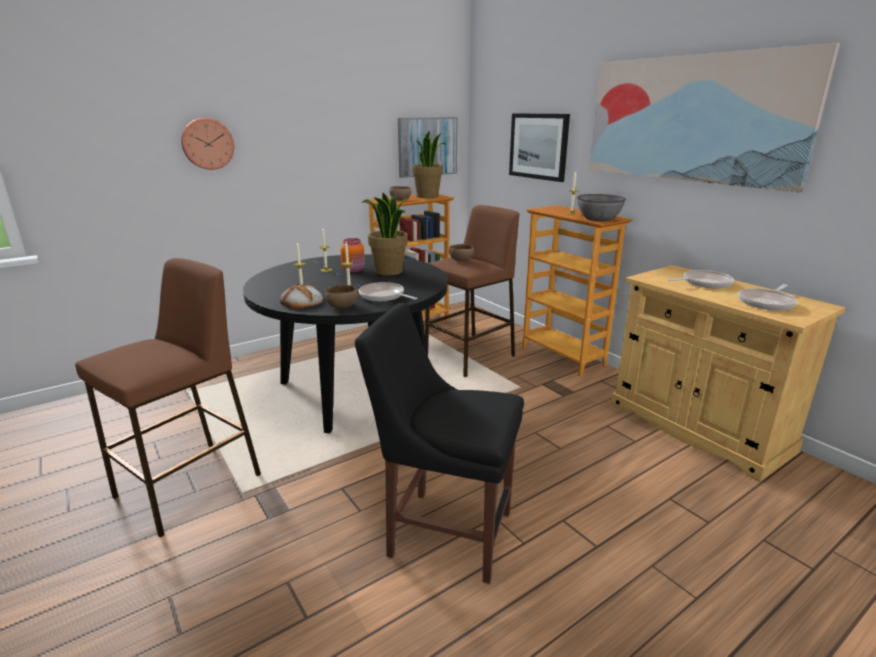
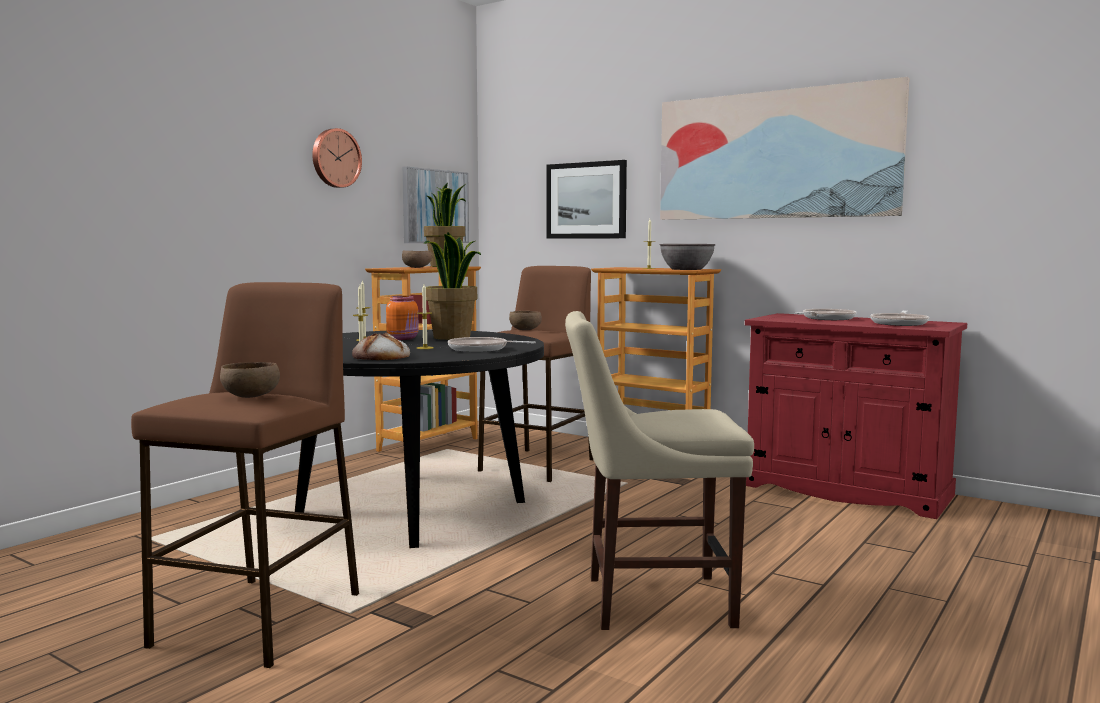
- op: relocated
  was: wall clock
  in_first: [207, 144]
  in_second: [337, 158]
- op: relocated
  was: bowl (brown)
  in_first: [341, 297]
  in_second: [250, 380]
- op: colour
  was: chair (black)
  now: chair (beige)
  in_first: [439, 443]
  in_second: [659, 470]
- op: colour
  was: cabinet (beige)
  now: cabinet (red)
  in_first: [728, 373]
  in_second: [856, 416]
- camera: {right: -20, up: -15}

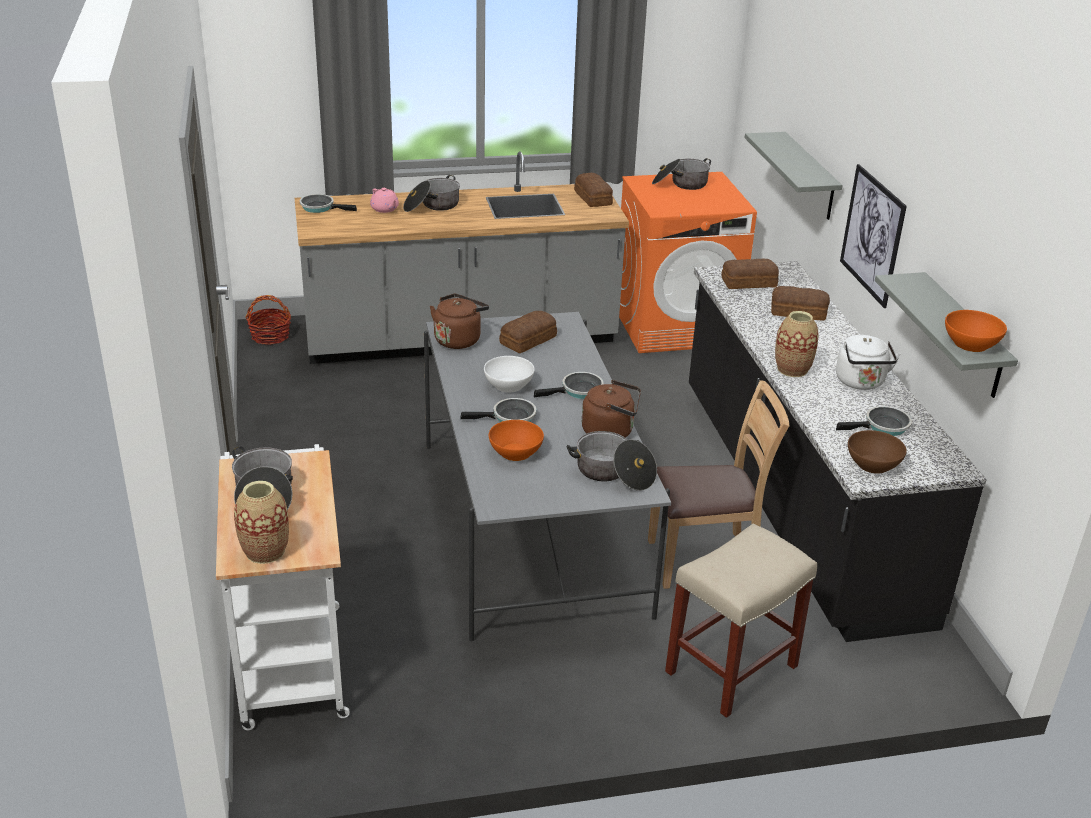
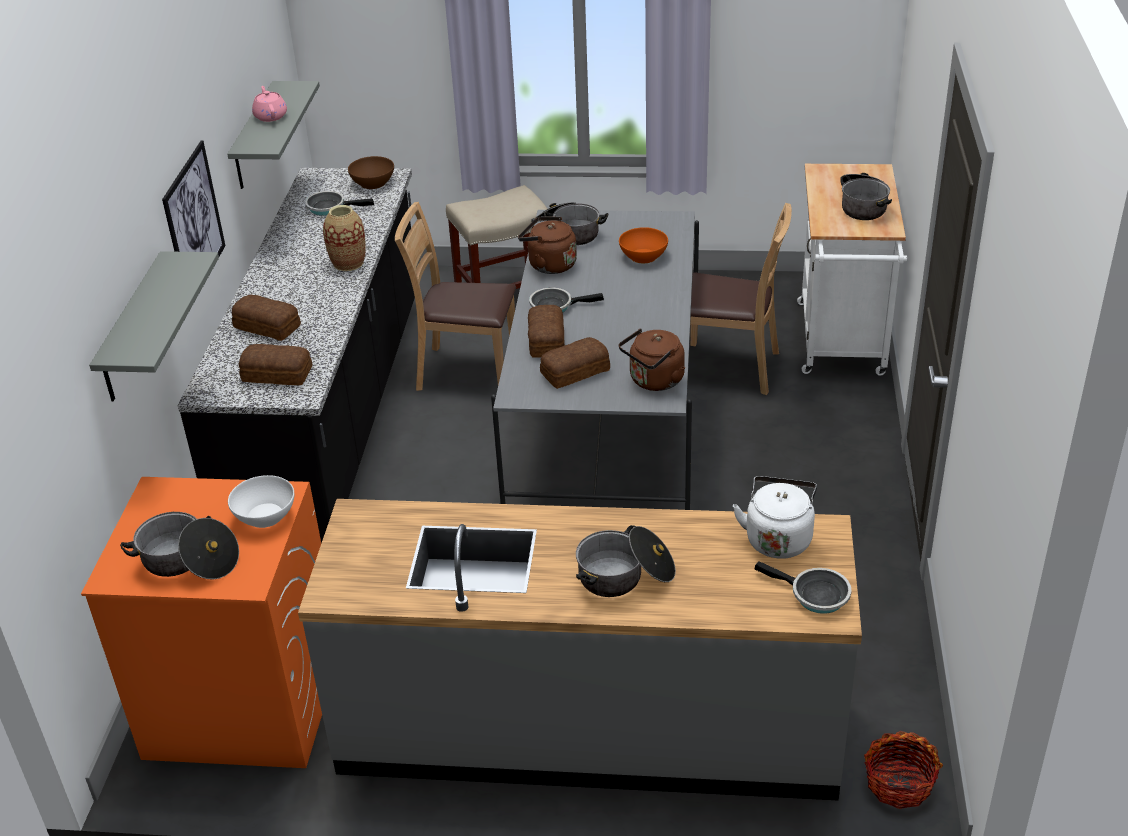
- op: missing
  was: vase
  in_first: [261, 522]
- op: relocated
  was: teapot (pink)
  in_first: [384, 200]
  in_second: [269, 104]
- op: missing
  was: frying pan
  in_first: [498, 410]
- op: relocated
  was: bowl (white)
  in_first: [509, 374]
  in_second: [261, 501]
- op: relocated
  was: bread
  in_first: [593, 190]
  in_second: [546, 331]
- op: relocated
  was: kettle (white)
  in_first: [868, 362]
  in_second: [775, 517]
- op: missing
  was: bowl (orange)
  in_first: [976, 331]
- op: appeared
  now: chair (brown)
  in_second: [741, 299]
- camera: {right: -160, up: 5}

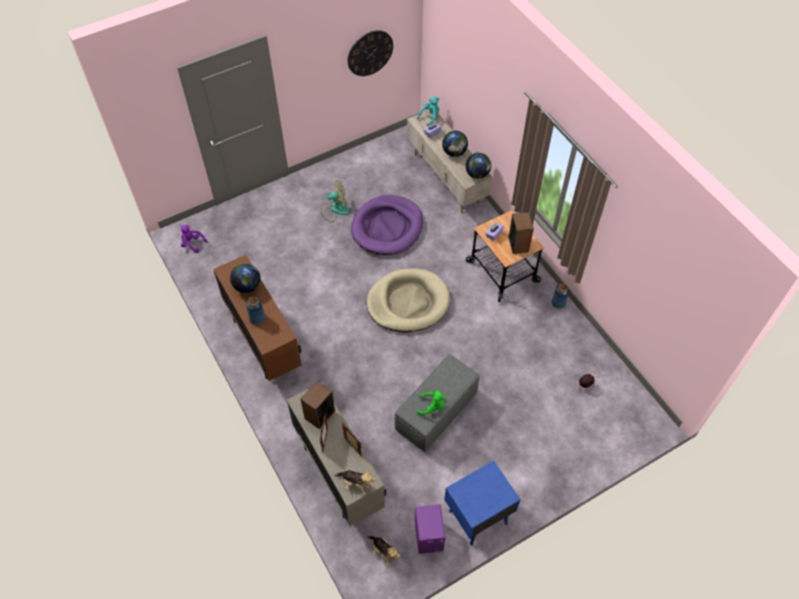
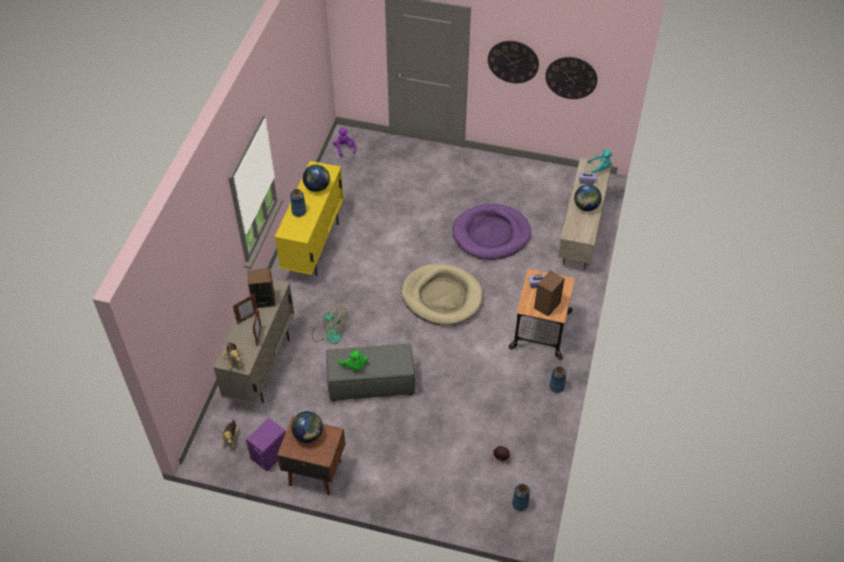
- op: colour
  was: cabinet (brown)
  now: cabinet (yellow)
  in_first: [257, 318]
  in_second: [309, 218]
- op: relocated
  was: fan
  in_first: [335, 201]
  in_second: [330, 325]
- op: colour
  was: nightstand (blue)
  now: nightstand (brown)
  in_first: [482, 503]
  in_second: [311, 456]
- op: relocated
  was: globe
  in_first: [478, 166]
  in_second: [307, 427]
- op: appeared
  now: wall clock
  in_second: [513, 62]
- op: appeared
  now: vase (blue)
  in_second: [521, 497]
- camera: {right: 45, up: -5}

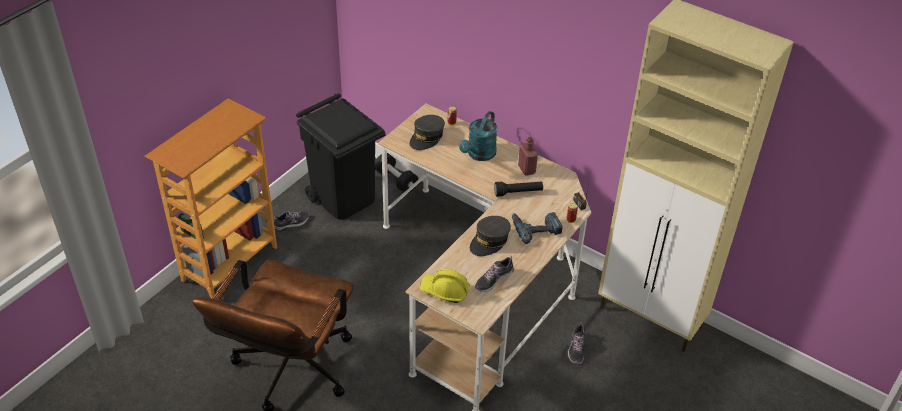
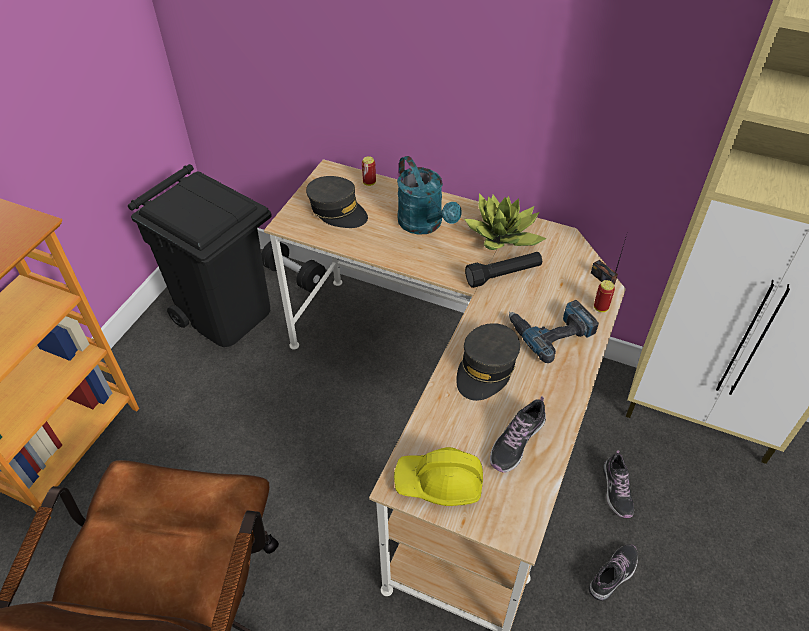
- op: relocated
  was: shoe
  in_first: [291, 221]
  in_second: [613, 572]
- op: spun
  was: cap (grey)
  in_first: [427, 132]
  in_second: [337, 202]
  clockwise: -75
- op: spun
  was: watering can (turquoise)
  in_first: [478, 136]
  in_second: [429, 195]
  clockwise: -45
- op: exchanged
  was: bottle (red)
  now: potted plant
  in_first: [528, 156]
  in_second: [505, 221]
- camera: {right: -10, up: 5}

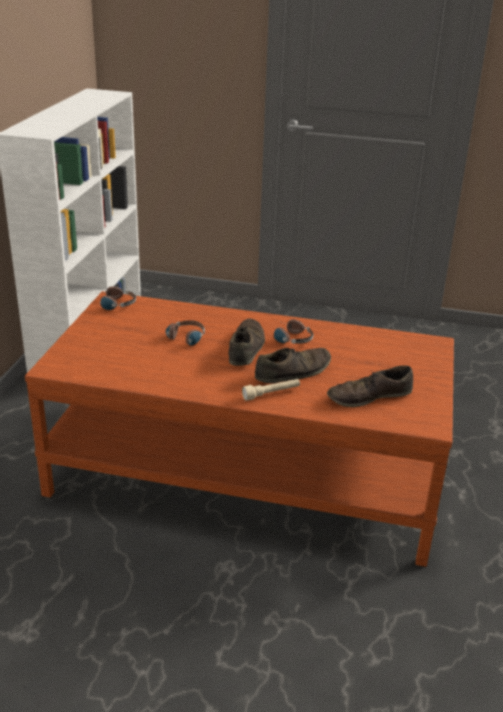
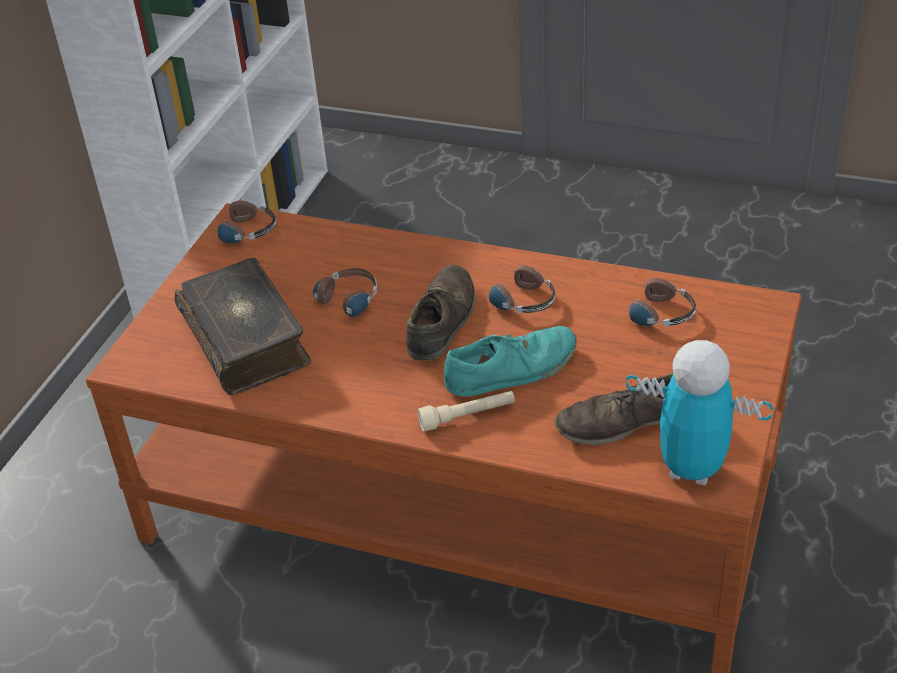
- op: colour
  was: shoe (brown)
  now: shoe (turquoise)
  in_first: [293, 365]
  in_second: [510, 361]
- op: appeared
  now: book
  in_second: [243, 326]
- op: appeared
  now: headphones
  in_second: [658, 302]
- op: appeared
  now: toy robot
  in_second: [699, 413]
- camera: {right: 10, up: 10}

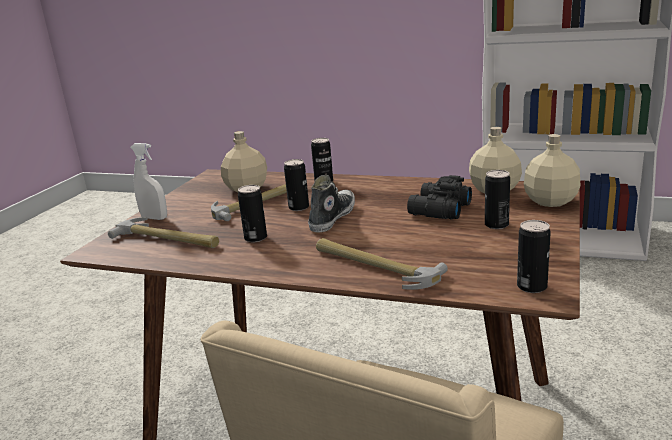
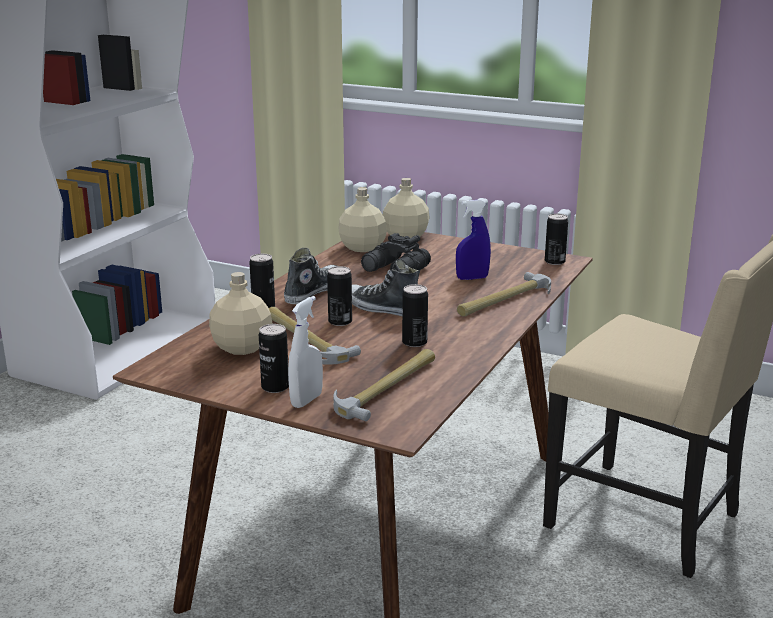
- op: relocated
  was: can
  in_first: [497, 199]
  in_second: [274, 358]
- op: appeared
  now: shoe
  in_second: [310, 276]
- op: appeared
  now: spray bottle (blue)
  in_second: [473, 240]
- camera: {right: -85, up: 0}

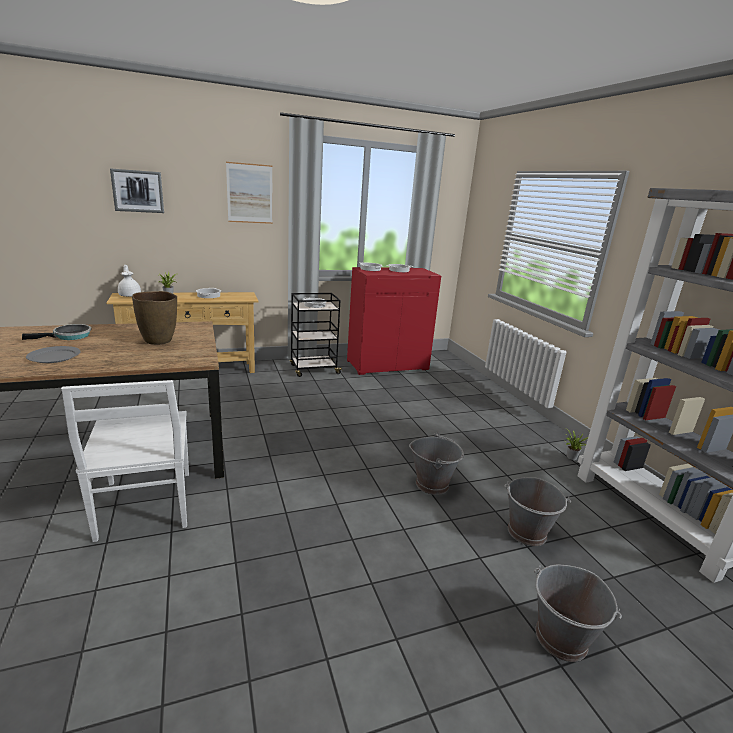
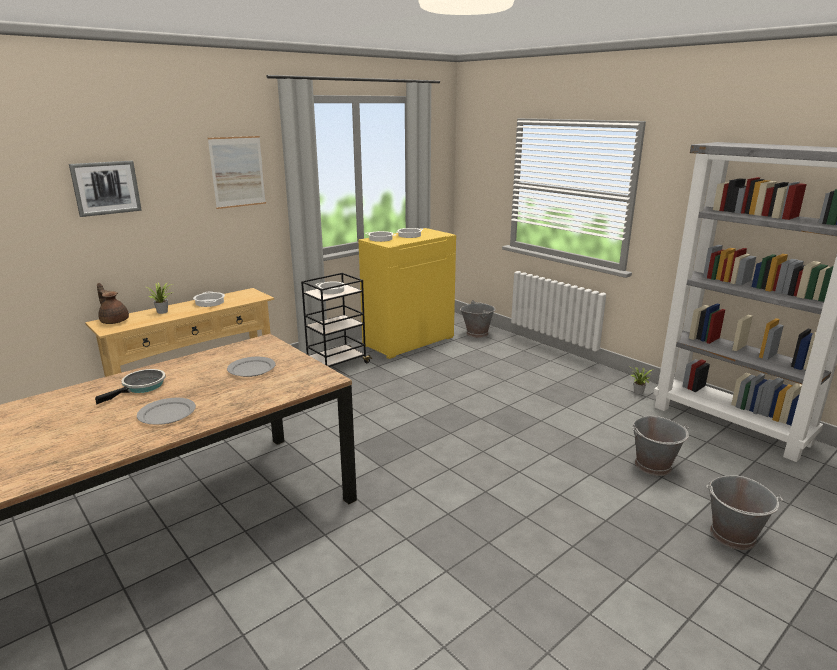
- op: missing
  was: chair (white)
  in_first: [125, 461]
- op: colour
  was: teapot (white)
  now: teapot (brown)
  in_first: [129, 281]
  in_second: [113, 303]
- op: exchanged
  was: vase (brown)
  now: plate (grey)
  in_first: [154, 318]
  in_second: [251, 367]
- op: colour
  was: cabinet (red)
  now: cabinet (yellow)
  in_first: [394, 321]
  in_second: [407, 293]
- op: relocated
  was: bucket (grey)
  in_first: [436, 463]
  in_second: [478, 319]
- camera: {right: -20, up: 0}

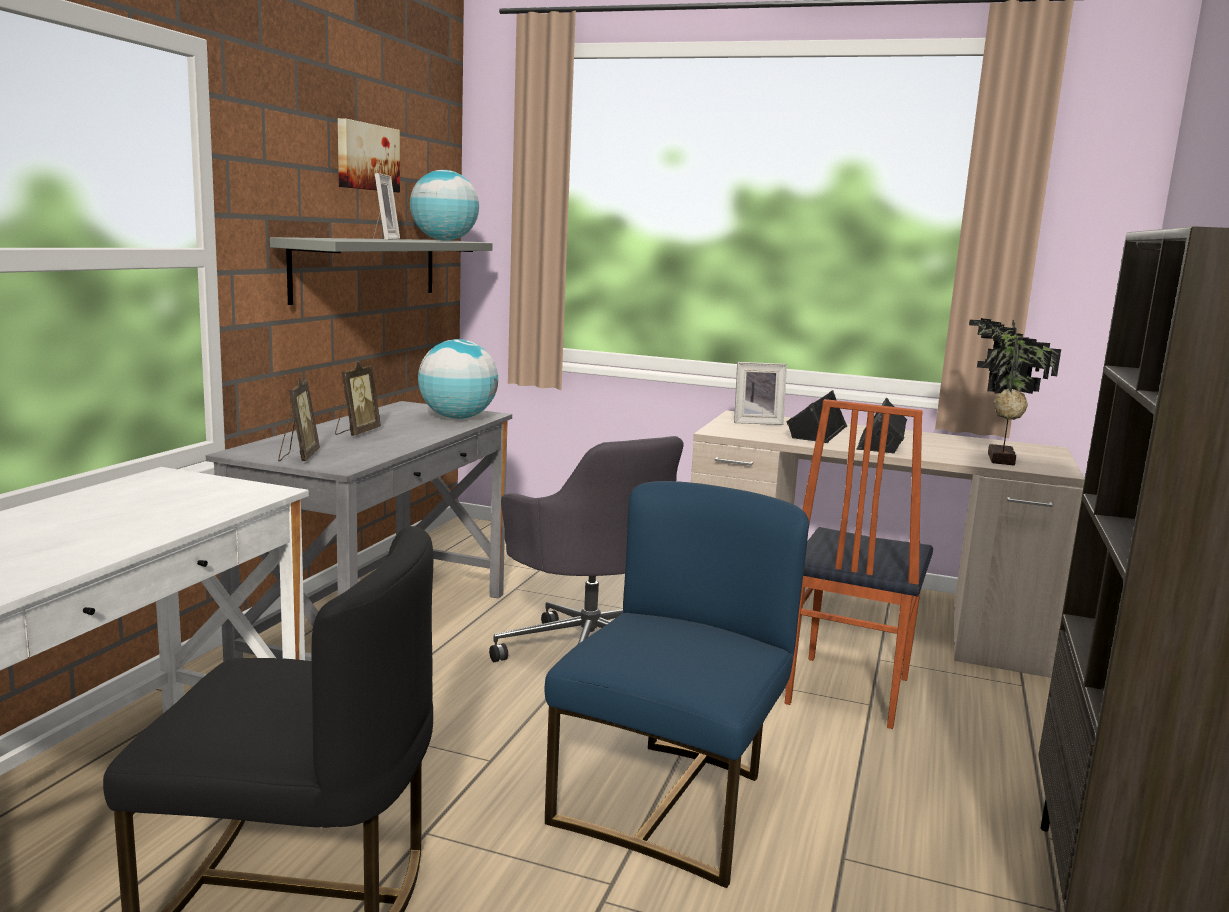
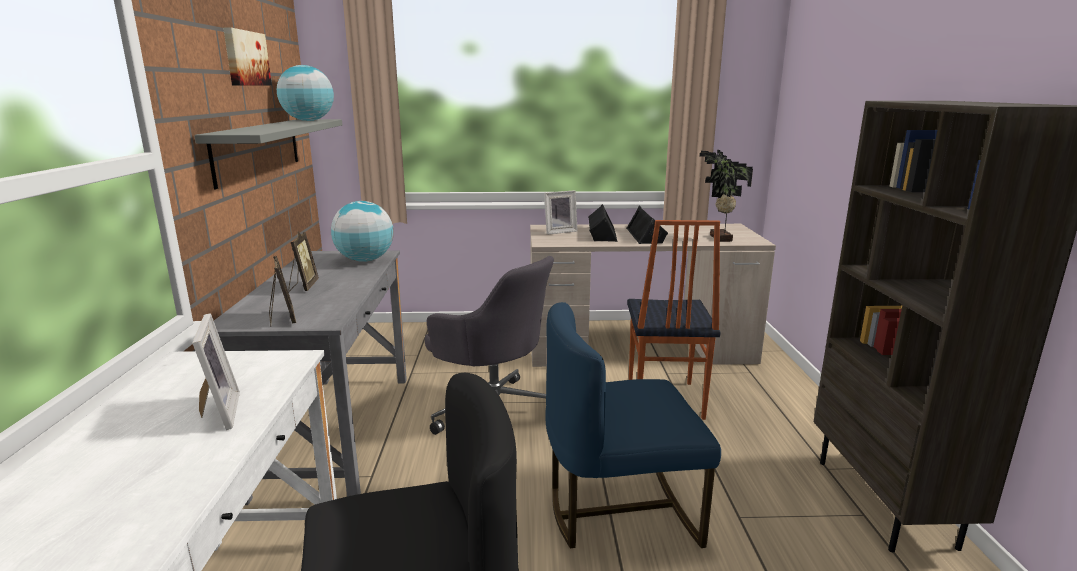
- op: relocated
  was: picture frame
  in_first: [386, 206]
  in_second: [216, 371]
- op: spun
  was: chair (blue)
  in_first: [677, 684]
  in_second: [633, 425]
  clockwise: -105
- camera: {right: -20, up: 5}

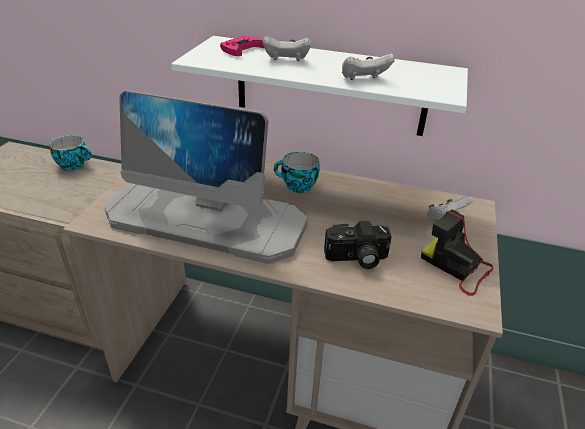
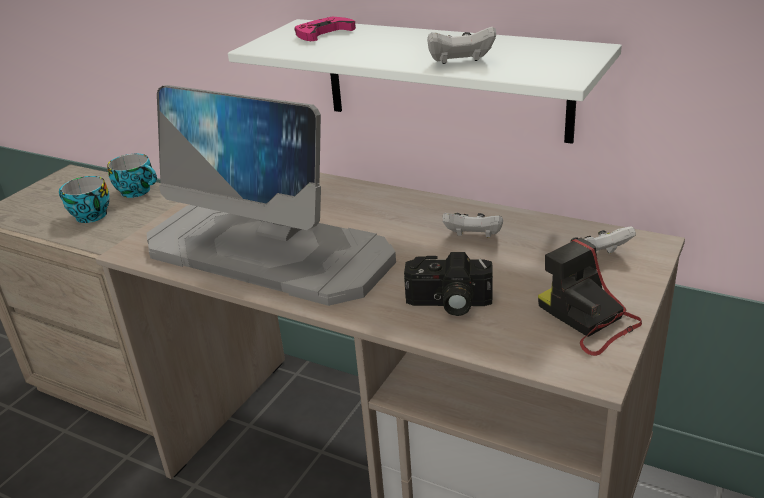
- op: relocated
  was: game controller (white)
  in_first: [287, 48]
  in_second: [472, 225]
- op: relocated
  was: cup
  in_first: [297, 172]
  in_second: [84, 199]
- camera: {right: 15, up: -5}

